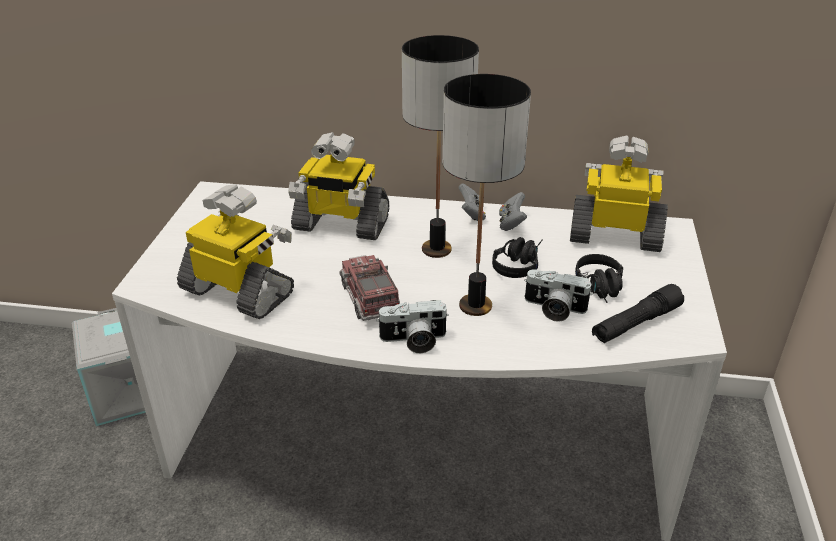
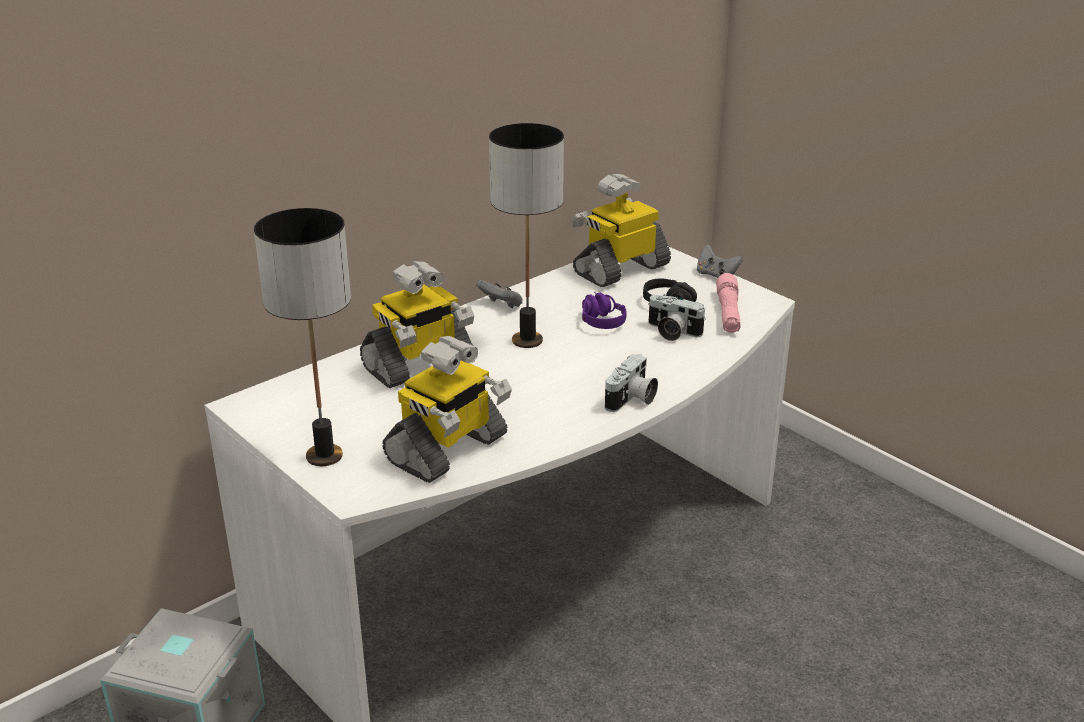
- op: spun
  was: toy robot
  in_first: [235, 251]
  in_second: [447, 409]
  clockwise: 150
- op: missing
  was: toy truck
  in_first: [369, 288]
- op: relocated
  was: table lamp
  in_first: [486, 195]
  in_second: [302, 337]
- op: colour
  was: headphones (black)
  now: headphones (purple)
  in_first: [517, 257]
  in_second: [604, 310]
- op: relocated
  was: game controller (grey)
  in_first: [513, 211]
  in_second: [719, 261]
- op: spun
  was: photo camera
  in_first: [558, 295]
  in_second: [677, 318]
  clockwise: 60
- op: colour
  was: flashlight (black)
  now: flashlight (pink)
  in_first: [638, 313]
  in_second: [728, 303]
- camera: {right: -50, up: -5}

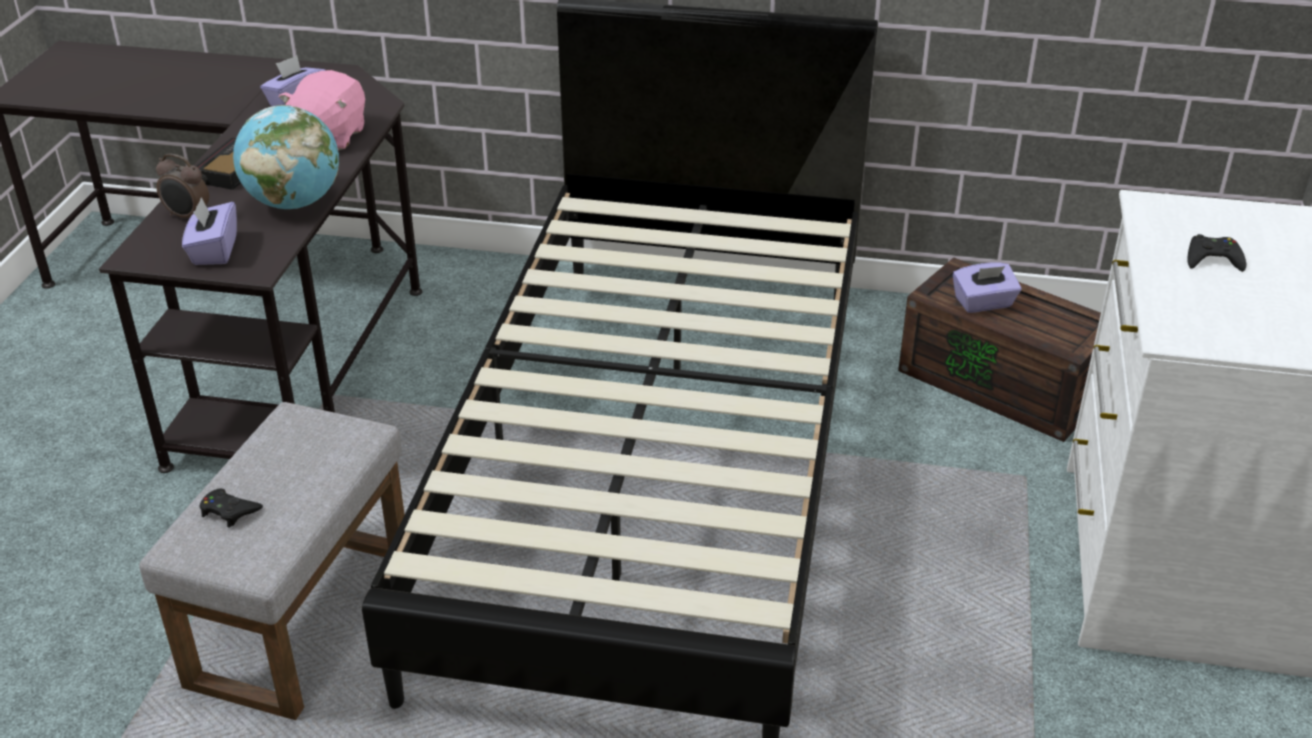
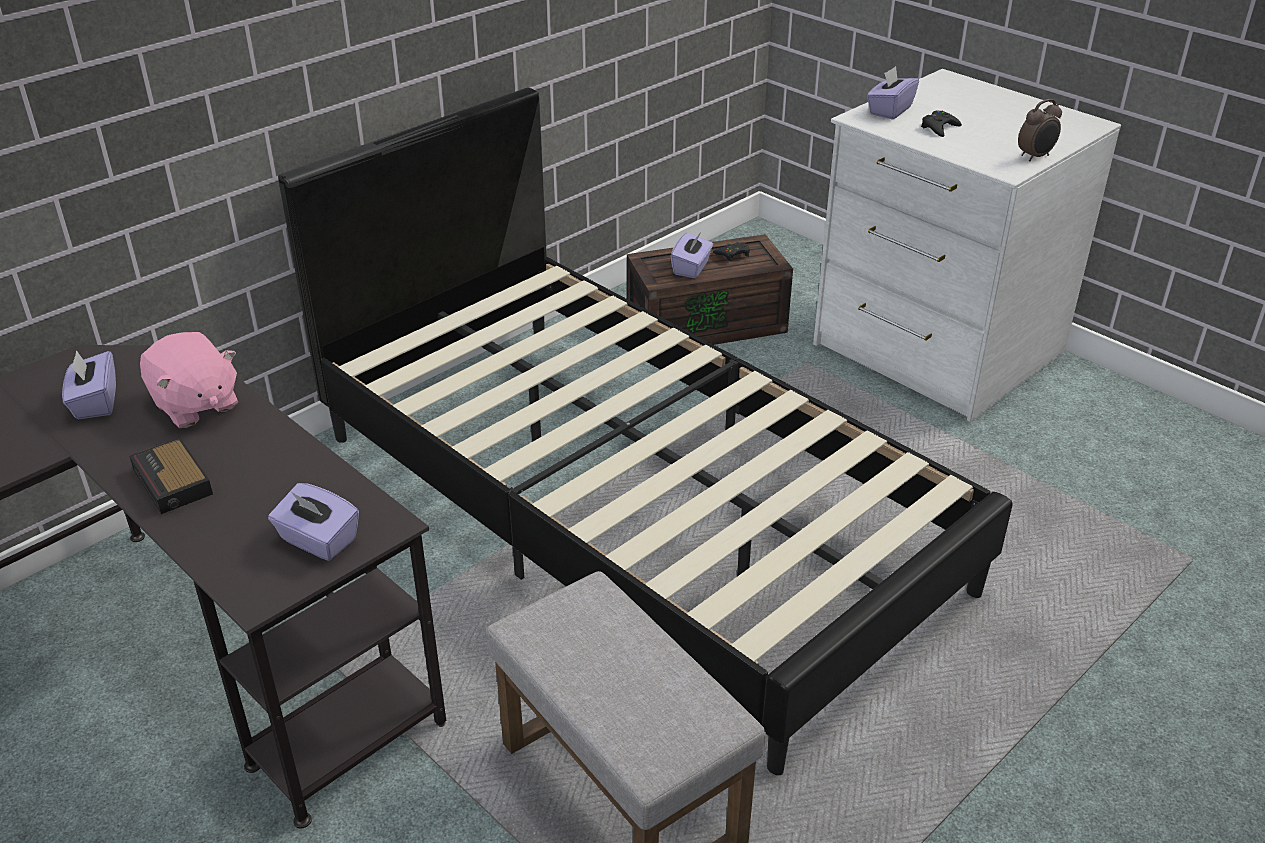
- op: relocated
  was: alarm clock
  in_first: [182, 186]
  in_second: [1040, 130]
- op: relocated
  was: game controller (black)
  in_first: [231, 508]
  in_second: [731, 251]
- op: missing
  was: globe
  in_first: [286, 157]
- op: appeared
  now: tissue box (purple)
  in_second: [893, 93]
- camera: {right: -55, up: 0}

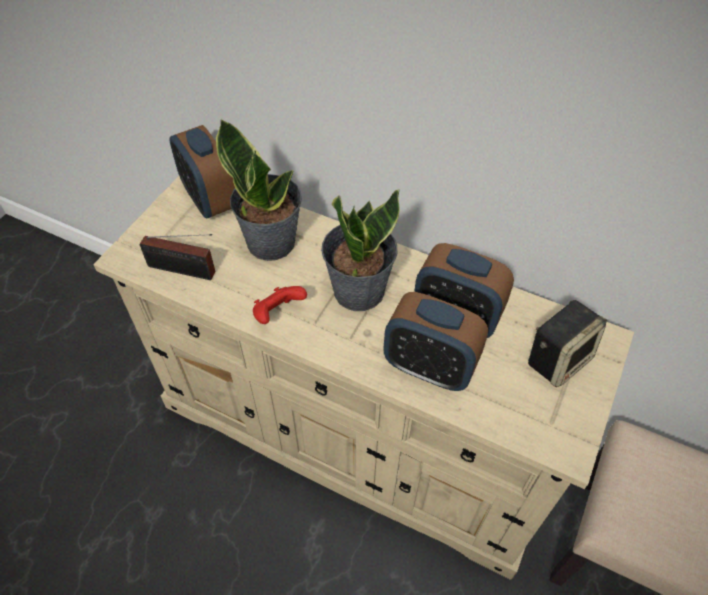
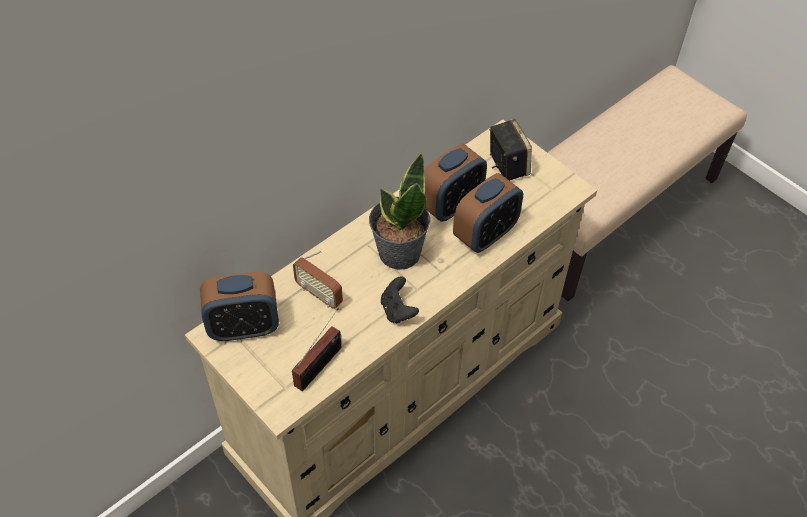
- op: exchanged
  was: potted plant
  now: radio
  in_first: [259, 190]
  in_second: [318, 280]
- op: colour
  was: game controller (red)
  now: game controller (black)
  in_first: [280, 305]
  in_second: [400, 299]
- camera: {right: -70, up: 0}

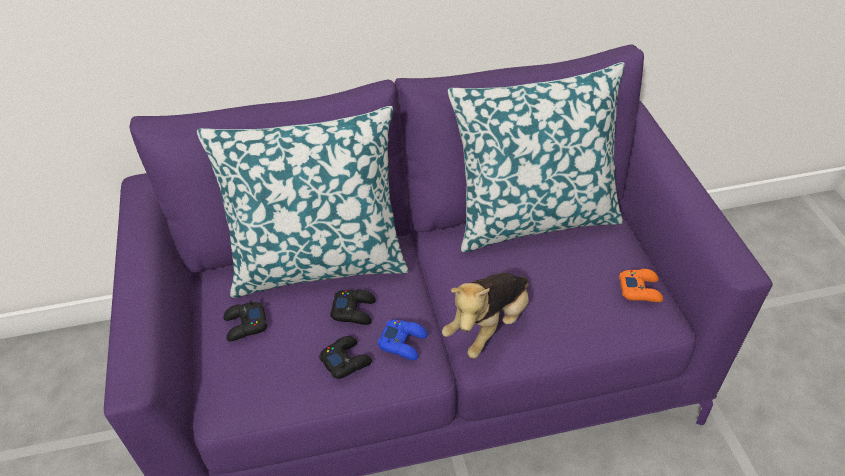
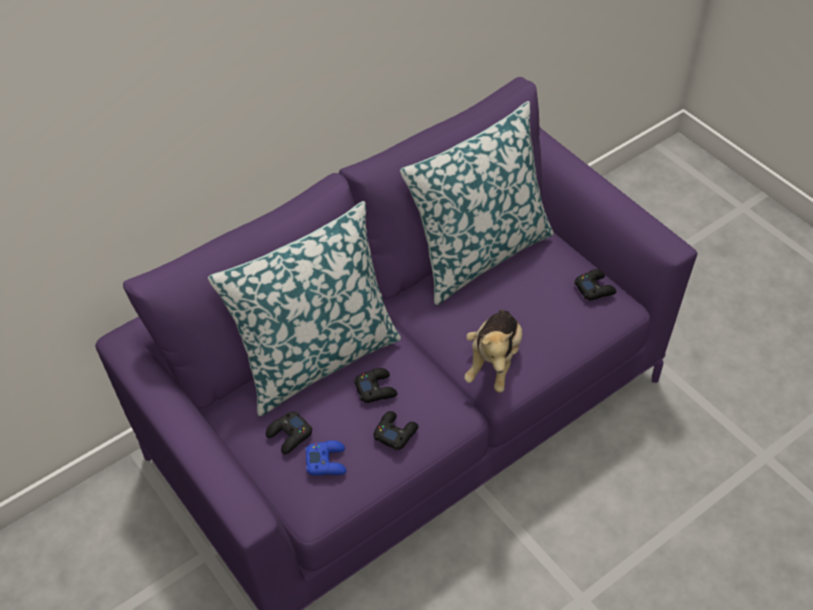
- op: relocated
  was: game controller (blue)
  in_first: [402, 339]
  in_second: [326, 457]
- op: colour
  was: game controller (orange)
  now: game controller (black)
  in_first: [641, 285]
  in_second: [595, 284]
- camera: {right: -25, up: 5}

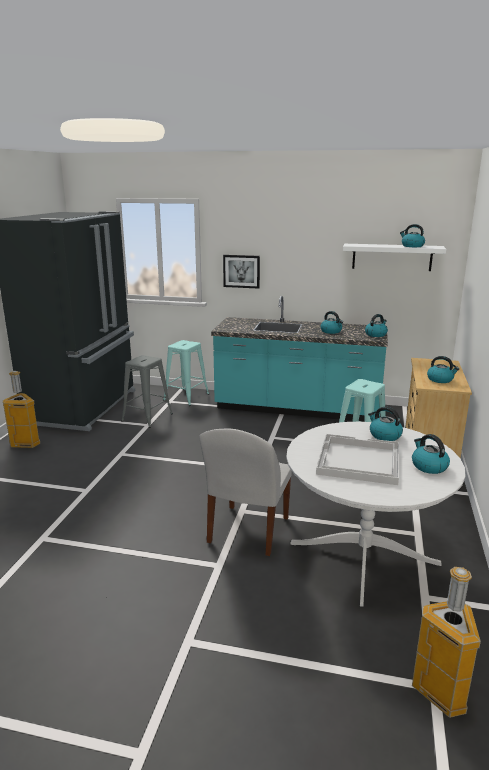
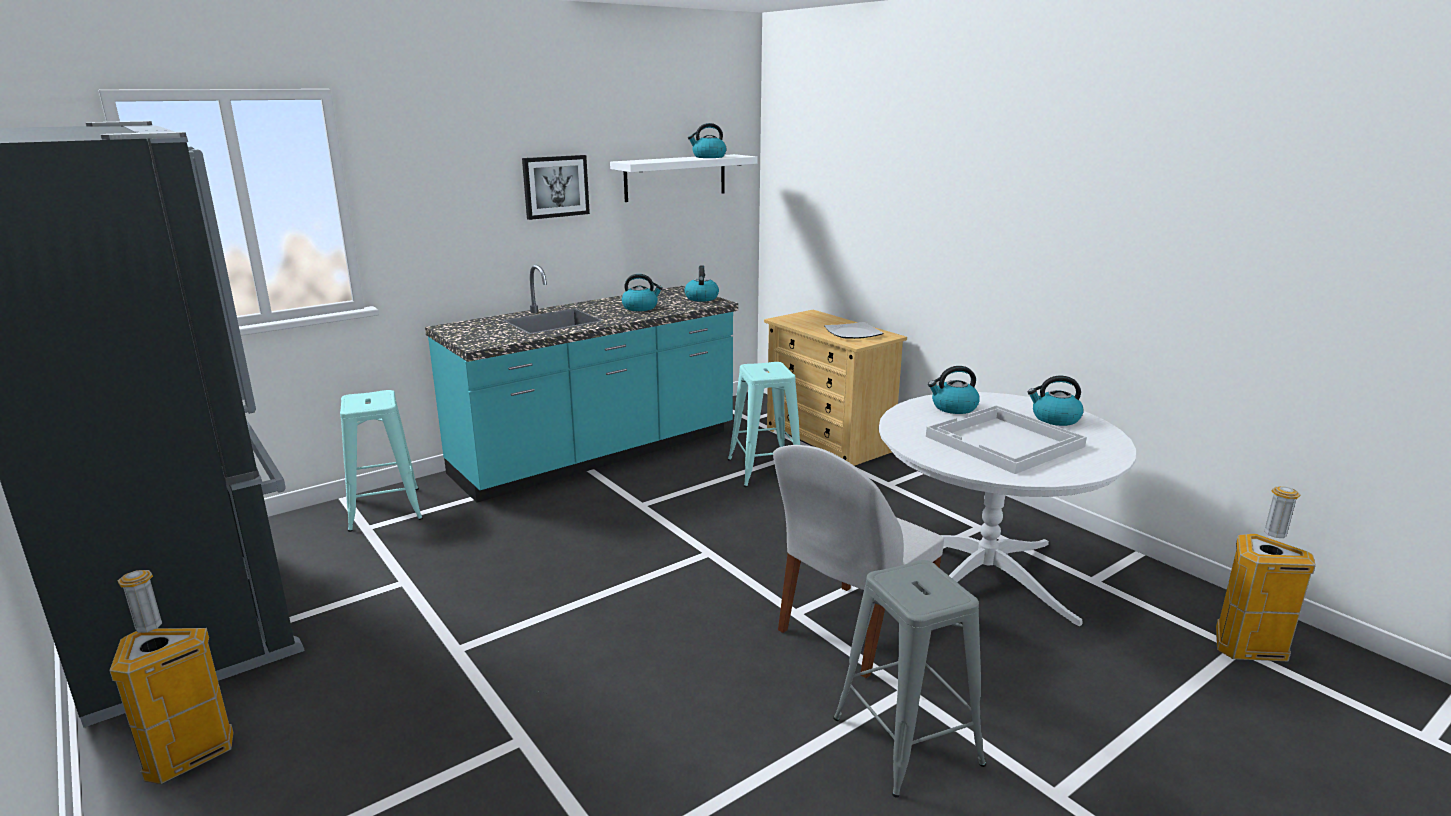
- op: relocated
  was: stool (grey)
  in_first: [147, 391]
  in_second: [909, 679]
- op: spun
  was: chair (white)
  in_first: [245, 492]
  in_second: [858, 561]
  clockwise: 75
- op: relocated
  was: picture
  in_first: [241, 272]
  in_second: [556, 187]
- op: exchanged
  was: kettle
  now: plate
  in_first: [443, 369]
  in_second: [854, 330]
- camera: {right: -50, up: 0}

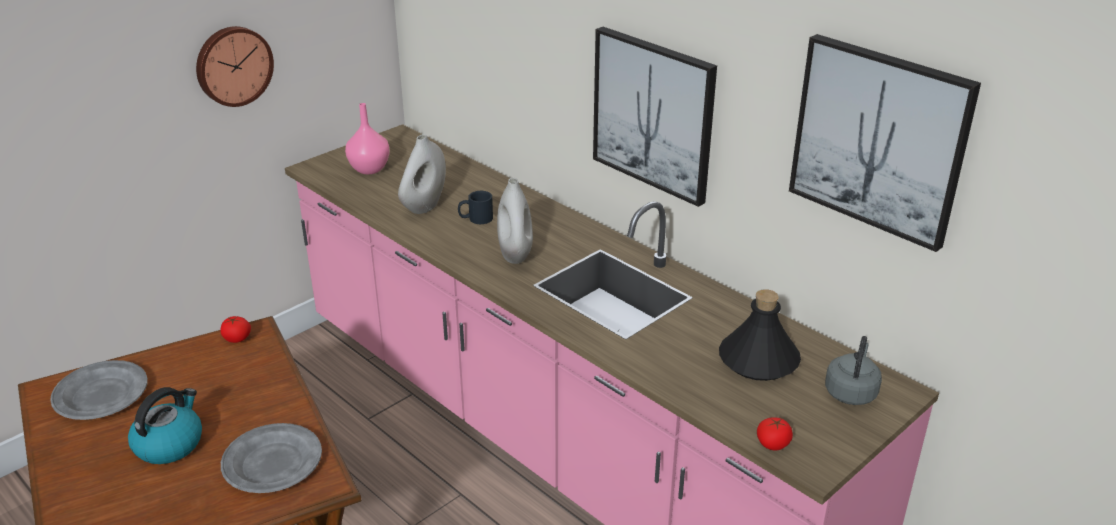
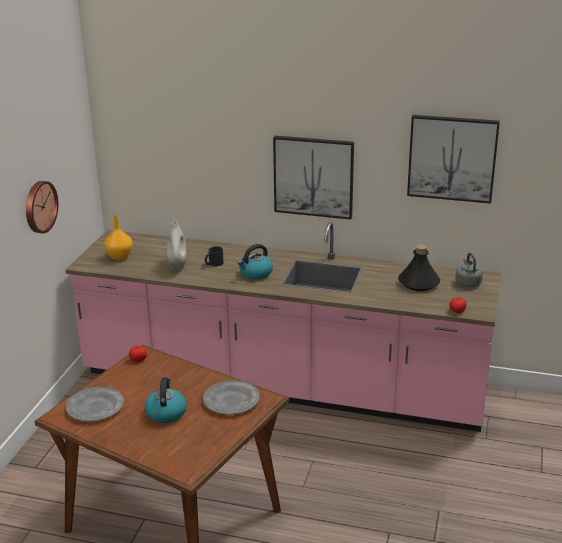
- op: colour
  was: vase (pink)
  now: vase (orange)
  in_first: [367, 138]
  in_second: [118, 237]
- op: exchanged
  was: vase (white)
  now: kettle
  in_first: [515, 221]
  in_second: [255, 262]
- camera: {right: -30, up: -5}

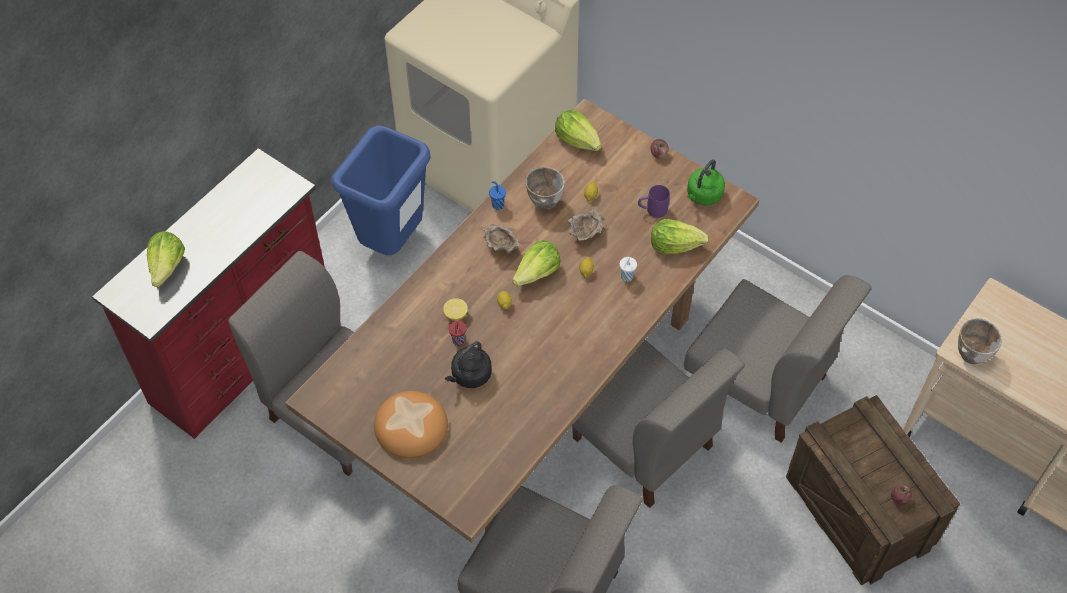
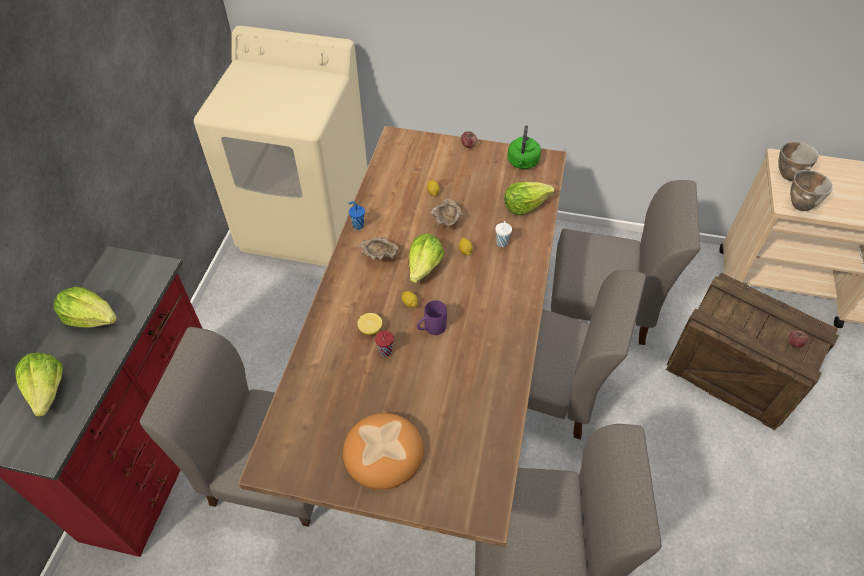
- op: missing
  was: trash can (blue)
  in_first: [381, 190]
- op: missing
  was: kettle (black)
  in_first: [468, 364]
- op: relocated
  was: bowl
  in_first: [545, 188]
  in_second: [798, 161]
- op: relocated
  was: lettuce
  in_first: [578, 130]
  in_second: [85, 307]
- op: relocated
  was: mug (purple)
  in_first: [654, 201]
  in_second: [432, 317]
- camera: {right: -25, up: -5}

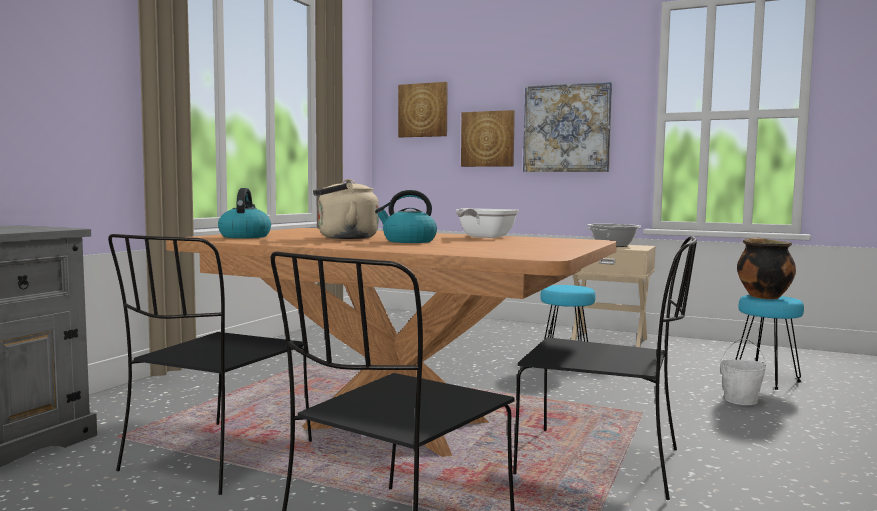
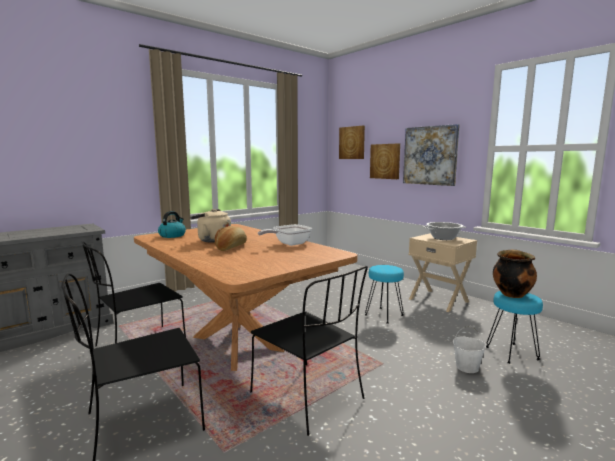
- op: exchanged
  was: kettle
  now: bread
  in_first: [406, 216]
  in_second: [231, 238]
- camera: {right: 25, up: 5}

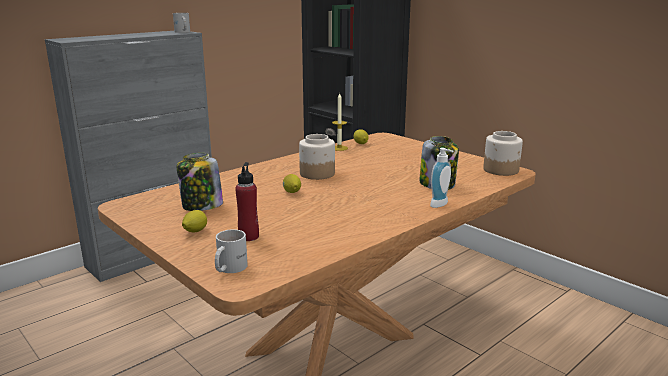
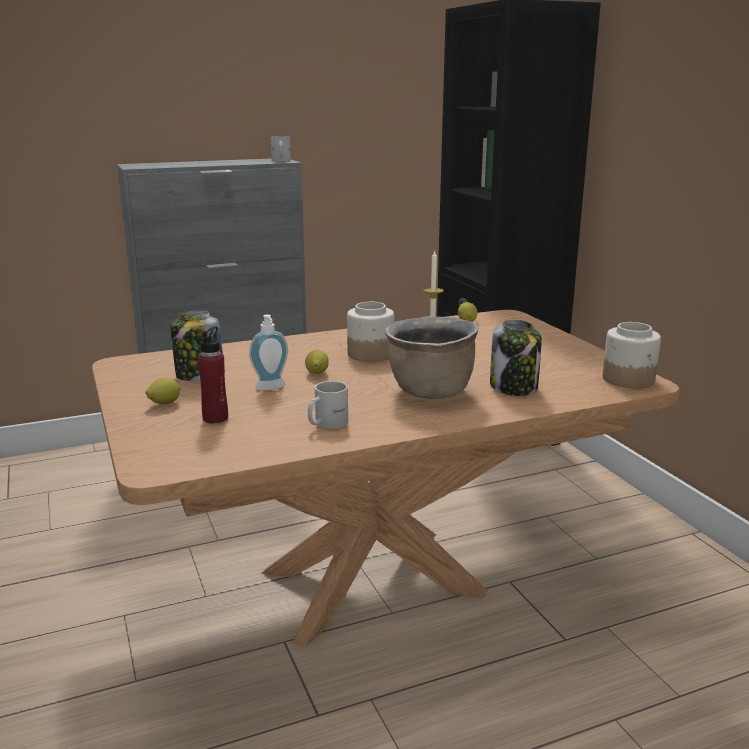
- op: relocated
  was: mug (white)
  in_first: [231, 251]
  in_second: [328, 405]
- op: relocated
  was: soap dispenser
  in_first: [442, 178]
  in_second: [268, 352]
- op: appeared
  now: cooking pot (brown)
  in_second: [432, 357]
- camera: {right: 20, up: 0}

